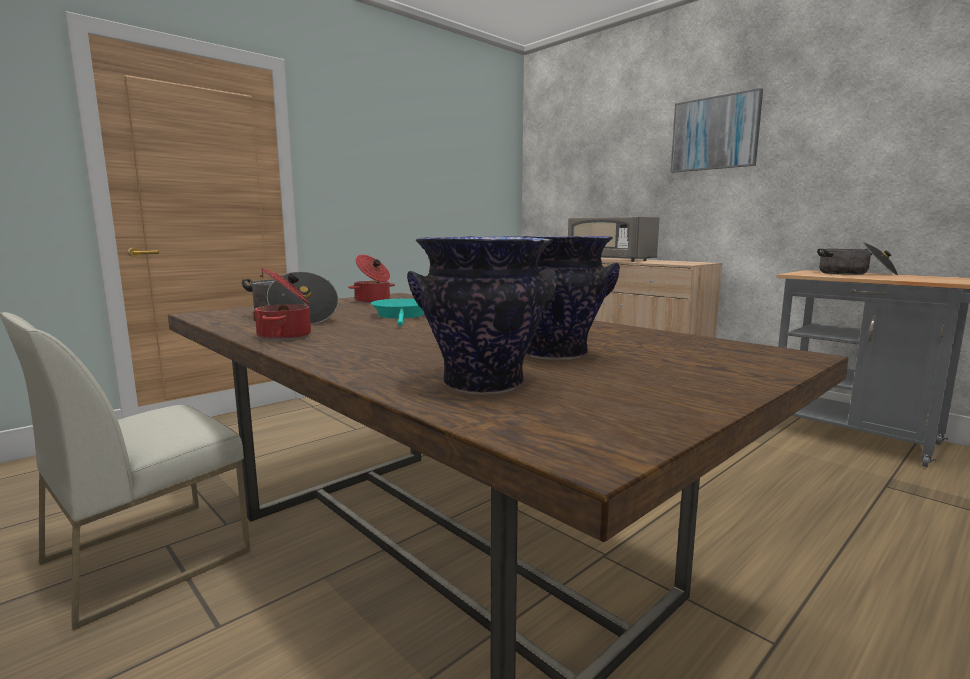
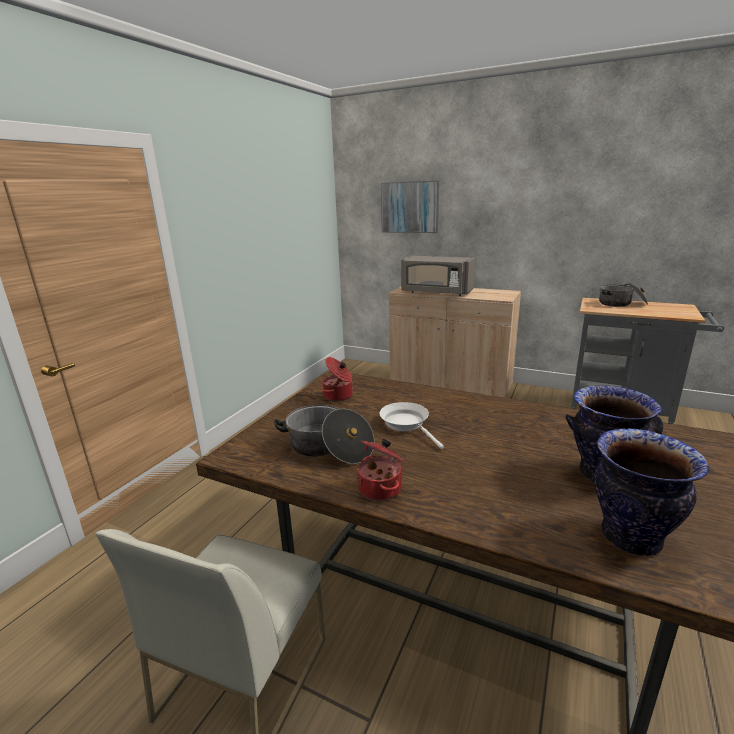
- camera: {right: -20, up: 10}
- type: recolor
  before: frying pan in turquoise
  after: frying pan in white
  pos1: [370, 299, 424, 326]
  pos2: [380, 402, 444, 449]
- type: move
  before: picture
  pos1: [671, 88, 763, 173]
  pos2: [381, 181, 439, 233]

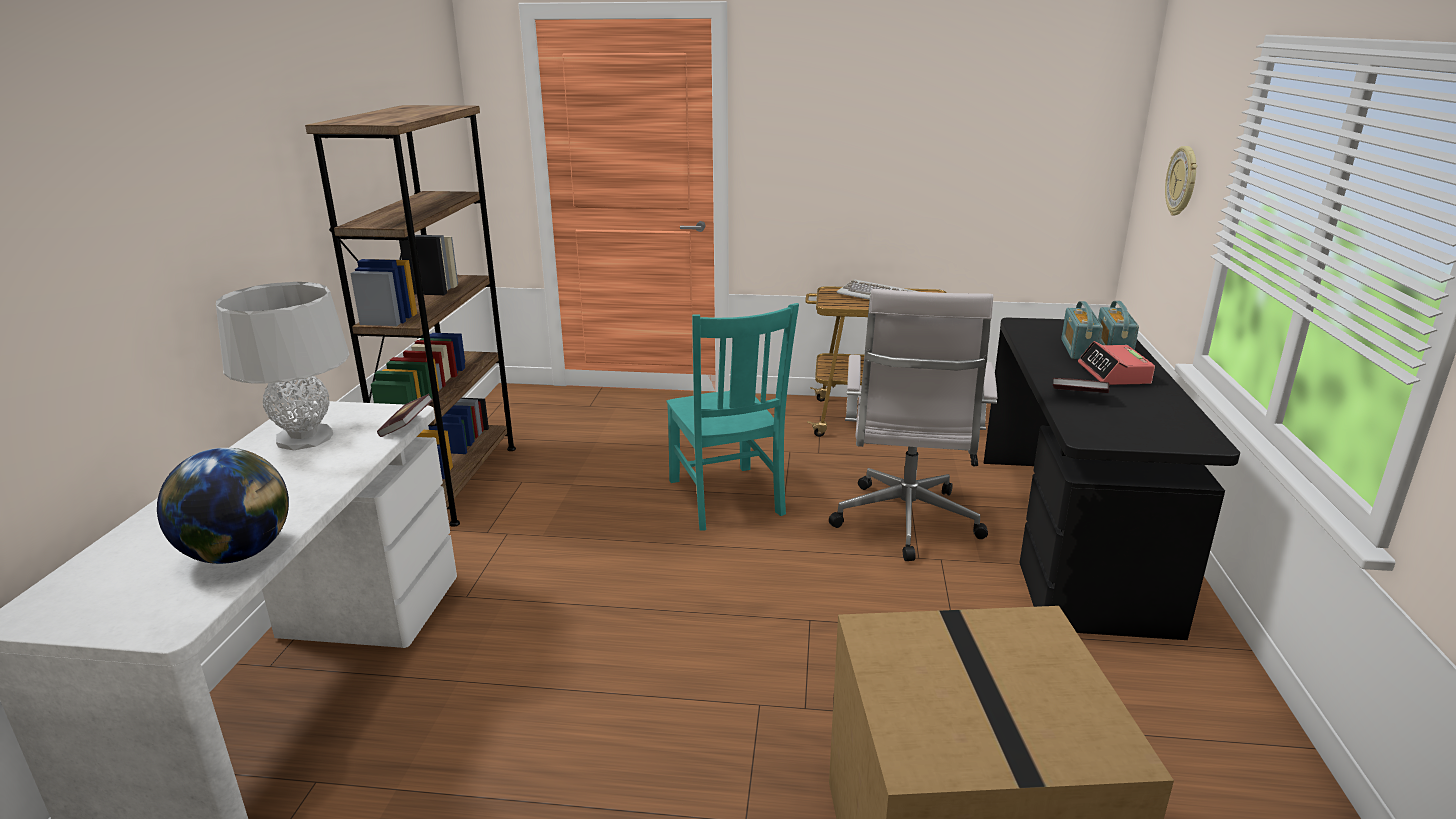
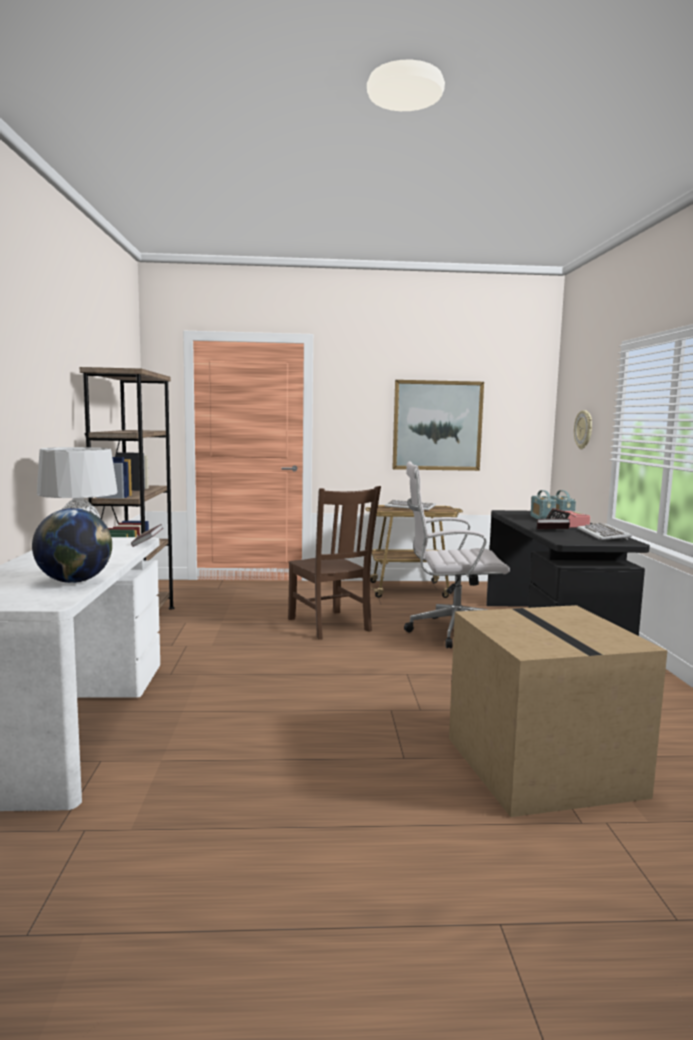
- camera: {right: -10, up: -15}
- type: recolor
  before: chair in turquoise
  after: chair in brown
  pos1: [667, 303, 799, 531]
  pos2: [288, 486, 381, 640]
- type: rotate
  before: office chair in white
  pos1: [829, 289, 997, 561]
  pos2: [404, 461, 510, 648]
  turn: 90
- type: insert
  after: picture
  pos2: [392, 380, 484, 471]
- type: insert
  after: keyboard
  pos2: [577, 523, 632, 540]

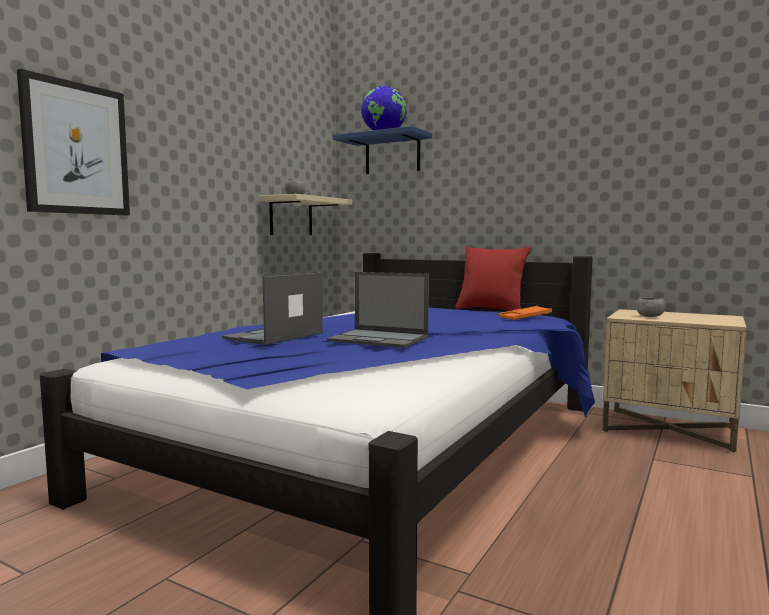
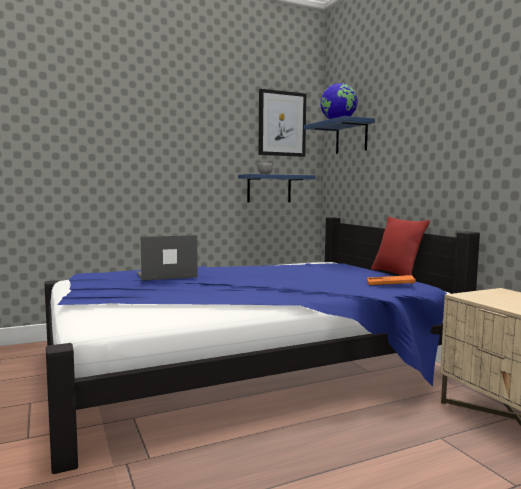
- camera: {right: 35, up: 0}
- type: move
  before: picture
  pos1: [17, 69, 130, 215]
  pos2: [259, 89, 306, 157]
- type: recolor
  before: shelf in beige
  after: shelf in blue
  pos1: [260, 194, 353, 235]
  pos2: [238, 174, 315, 202]
- type: delete
  before: laptop
  pos1: [327, 272, 429, 348]
- type: delete
  before: bowl in grey
  pos1: [636, 297, 666, 317]

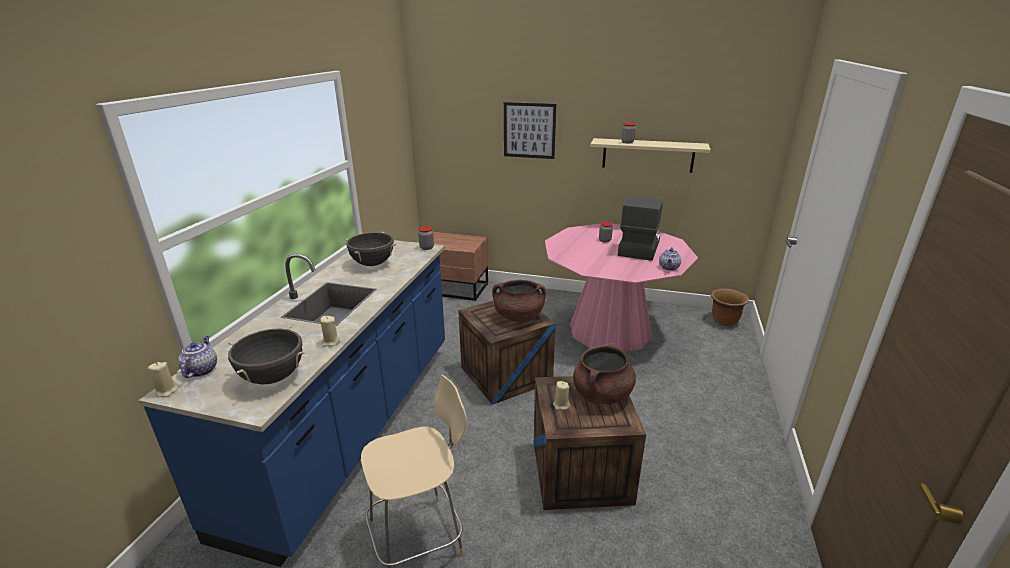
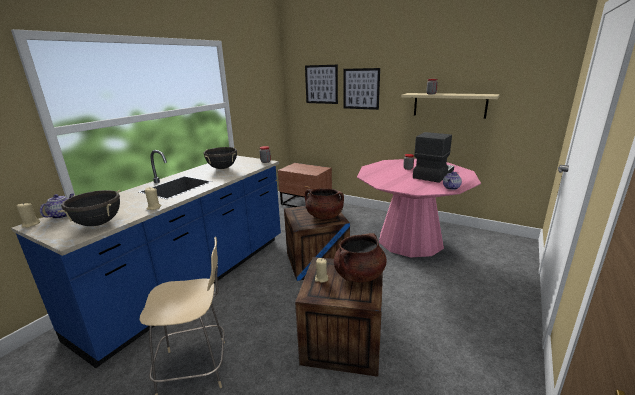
- camera: {right: 15, up: -5}
- type: delete
  before: planter in brown
  pos1: [711, 289, 749, 326]
- type: insert
  after: picture
  pos2: [305, 65, 338, 104]

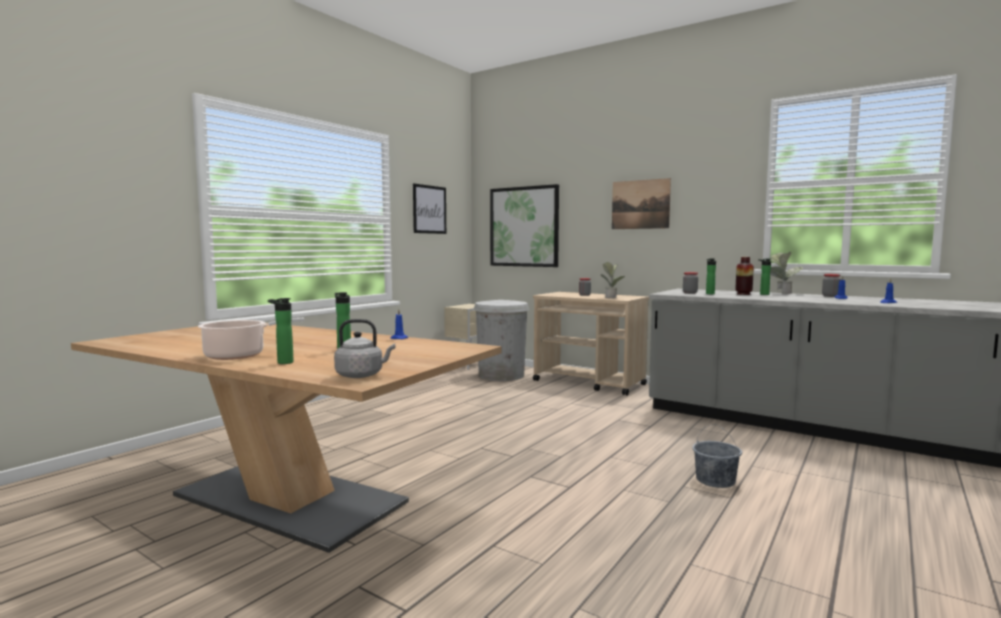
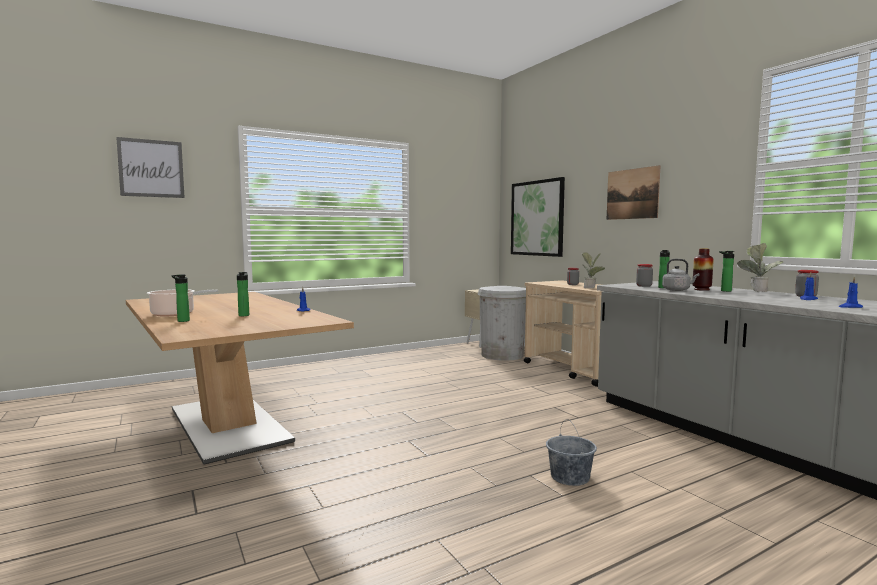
- camera: {right: 25, up: 0}
- type: move
  before: kettle in grey
  pos1: [334, 319, 395, 378]
  pos2: [662, 259, 700, 291]
- type: move
  before: picture
  pos1: [413, 184, 446, 234]
  pos2: [116, 137, 185, 198]

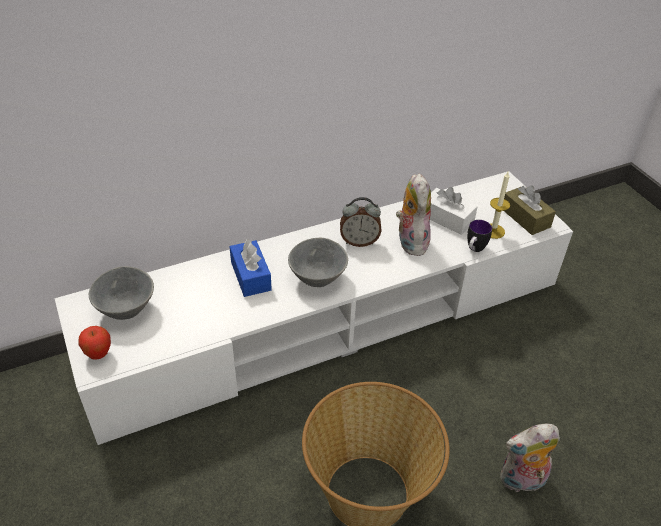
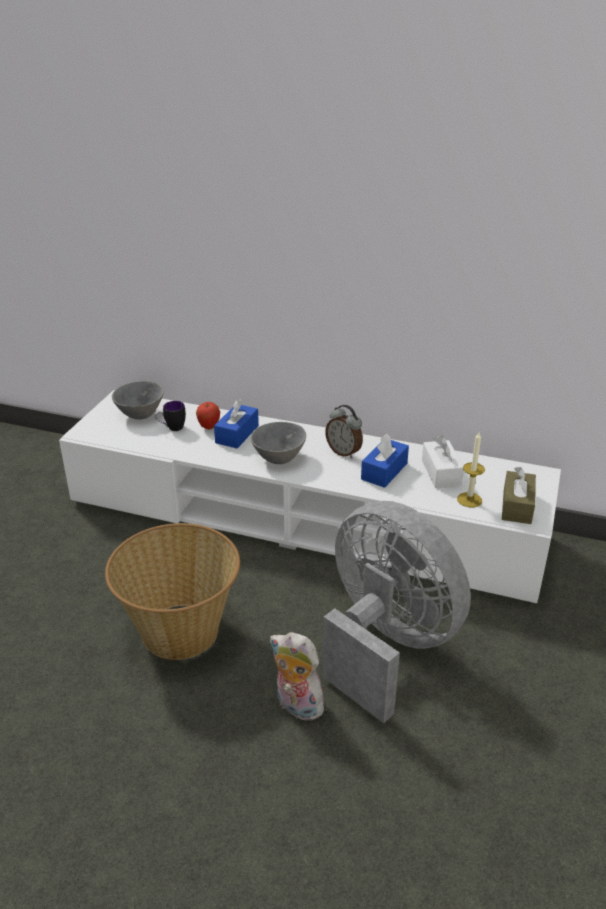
- camera: {right: 45, up: -10}
- type: move
  before: apple
  pos1: [78, 326, 111, 360]
  pos2: [196, 402, 220, 429]
- type: replace
  before: plush toy
  after: tissue box in blue
  pos1: [396, 173, 431, 256]
  pos2: [361, 433, 409, 488]
- type: move
  before: mug
  pos1: [467, 220, 492, 252]
  pos2: [155, 401, 186, 431]
- type: insert
  after: fan in grey
  pos2: [322, 501, 471, 723]

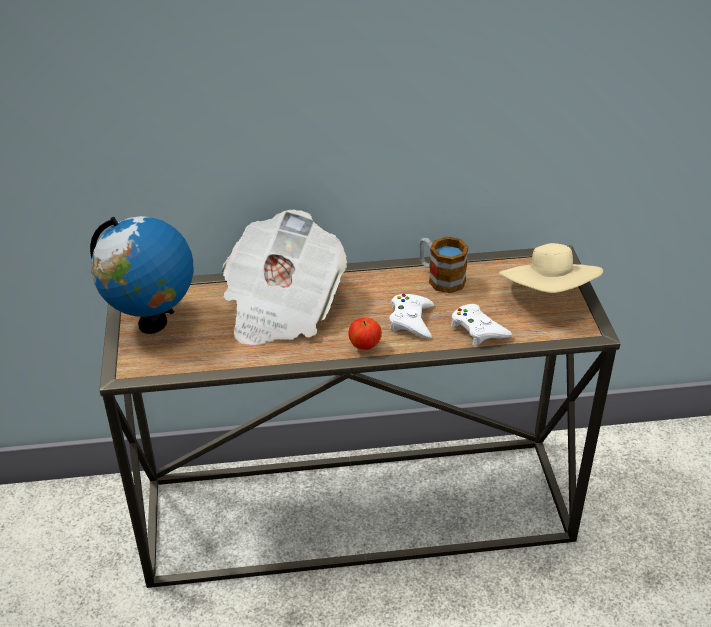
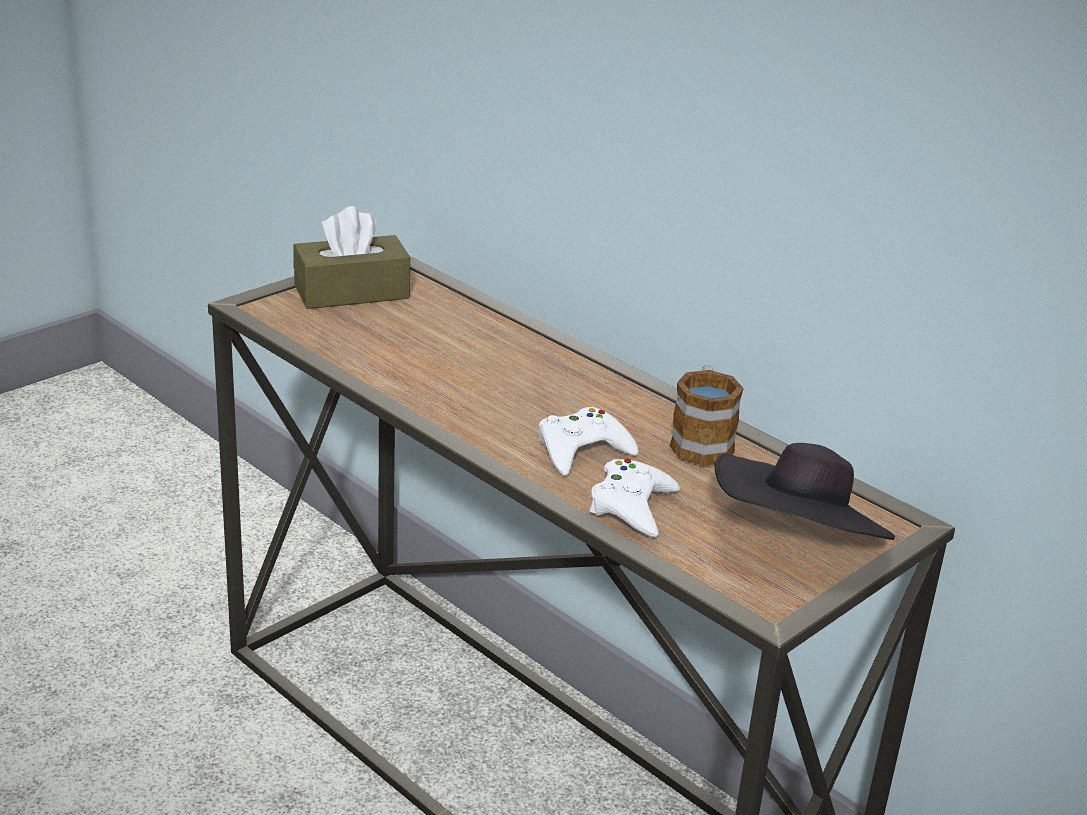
- camera: {right: 50, up: -10}
- type: replace
  before: globe
  after: tissue box in brown
  pos1: [90, 216, 193, 334]
  pos2: [294, 206, 410, 309]
- type: delete
  before: newspaper
  pos1: [222, 210, 347, 345]
- type: delete
  before: apple
  pos1: [348, 318, 382, 350]
- type: recolor
  before: hat in beige
  after: hat in black
  pos1: [499, 243, 603, 293]
  pos2: [715, 443, 895, 540]

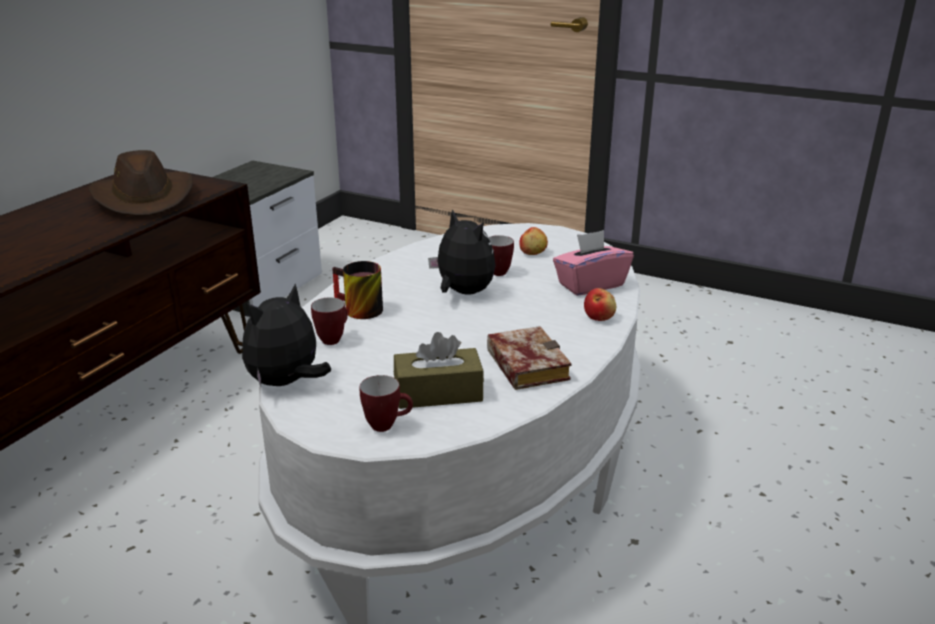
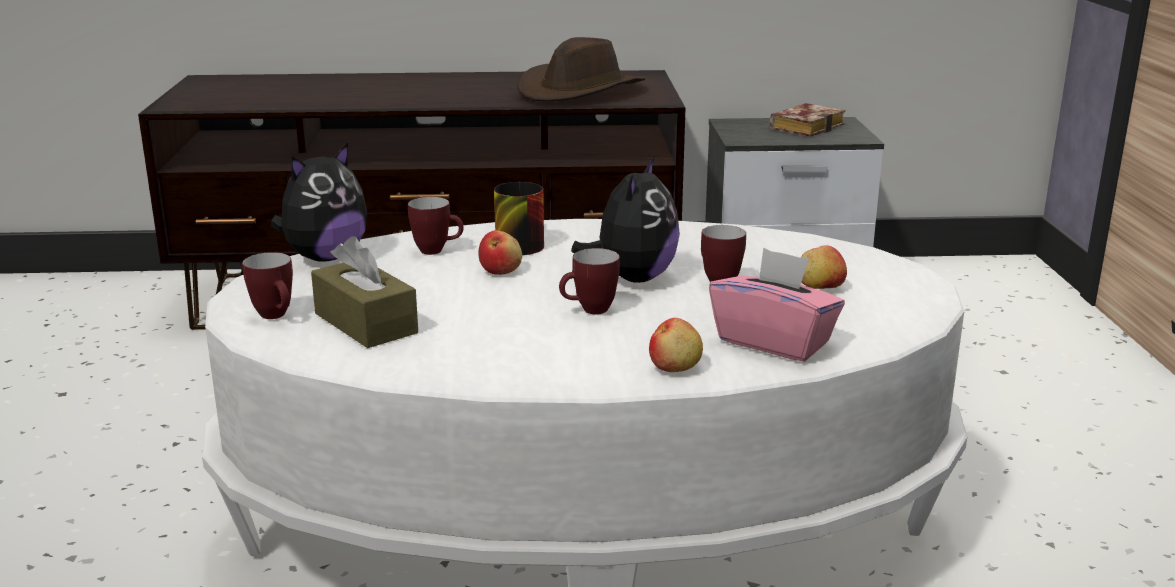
- camera: {right: 60, up: -5}
- type: rotate
  before: plush toy
  pos1: [242, 283, 331, 387]
  pos2: [271, 143, 367, 262]
  turn: 120
- type: move
  before: book
  pos1: [487, 326, 572, 390]
  pos2: [770, 103, 845, 137]
- type: insert
  after: apple
  pos2: [478, 230, 522, 275]
- type: insert
  after: mug
  pos2: [559, 248, 620, 314]

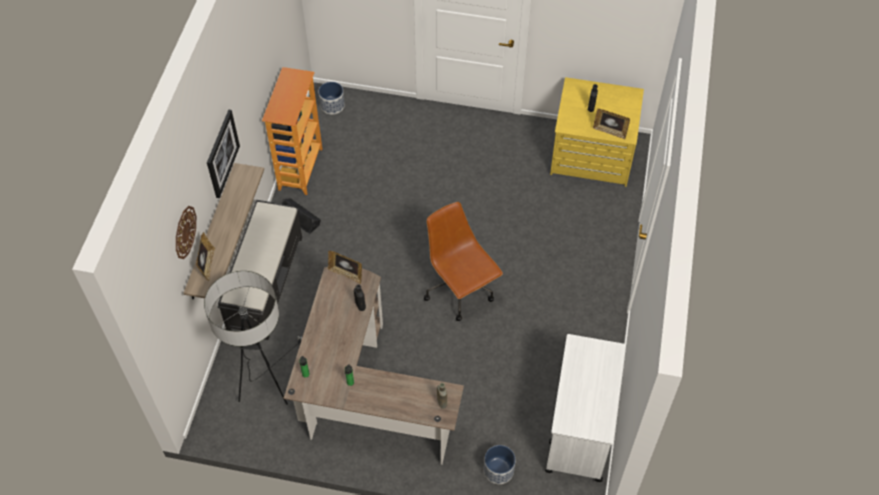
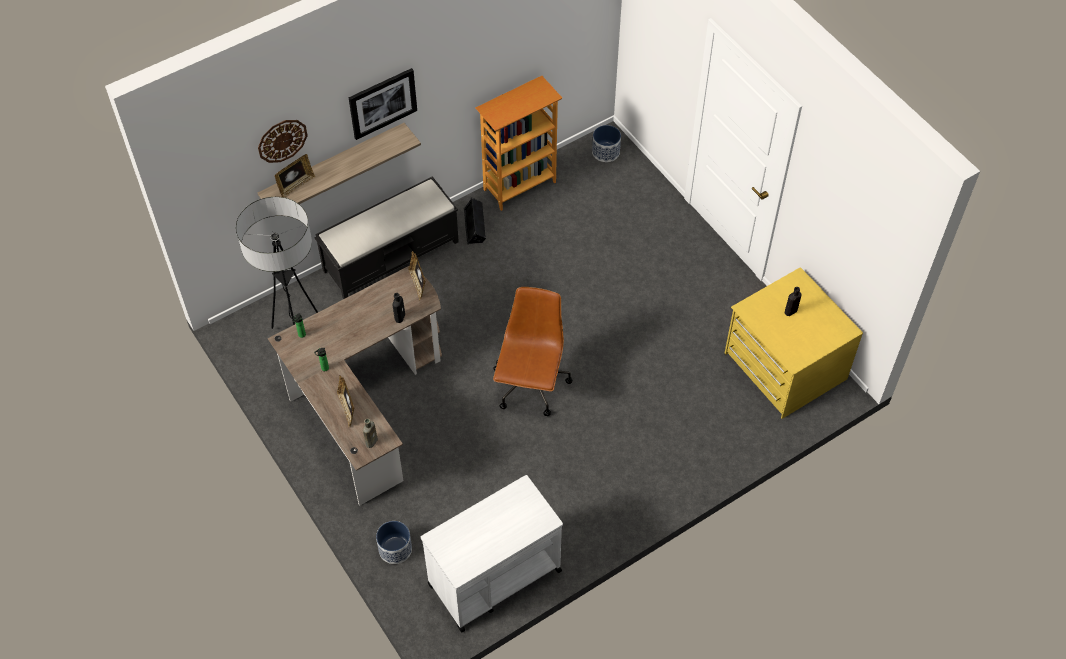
- camera: {right: 45, up: 0}
- type: move
  before: picture frame
  pos1: [593, 109, 630, 140]
  pos2: [337, 375, 354, 428]

